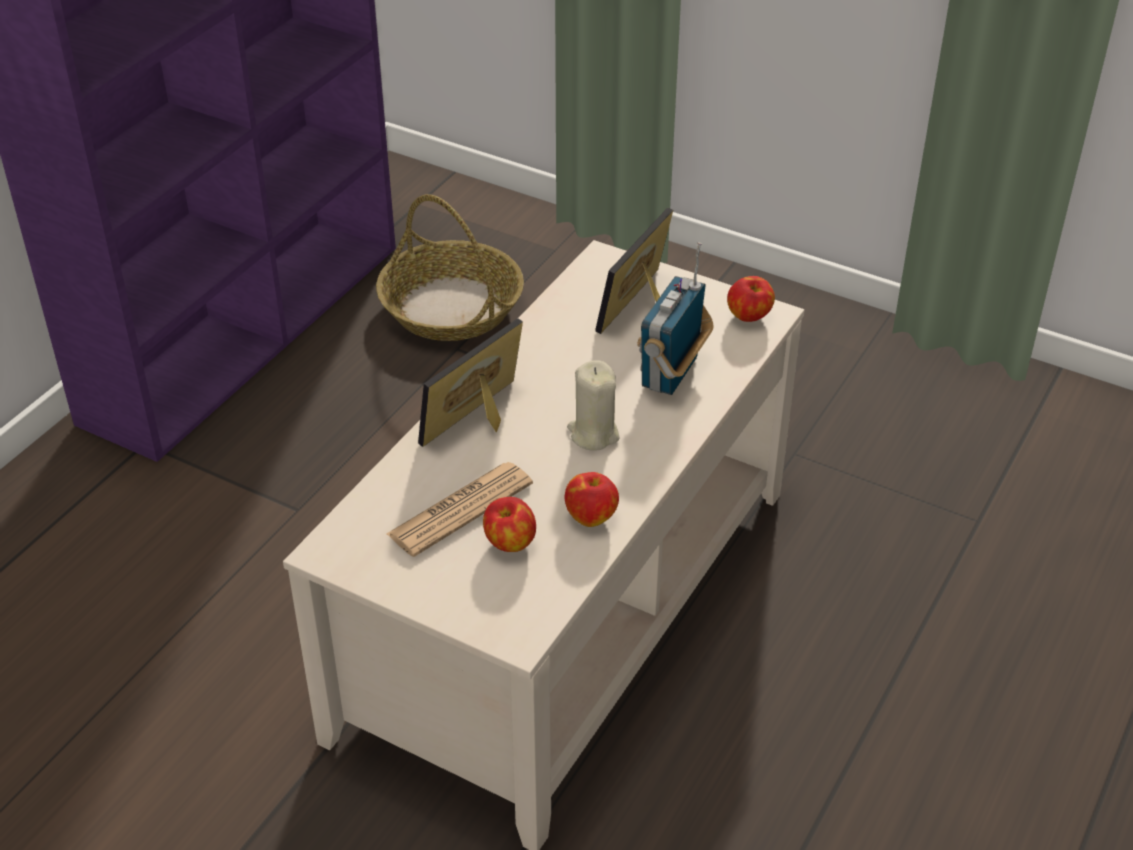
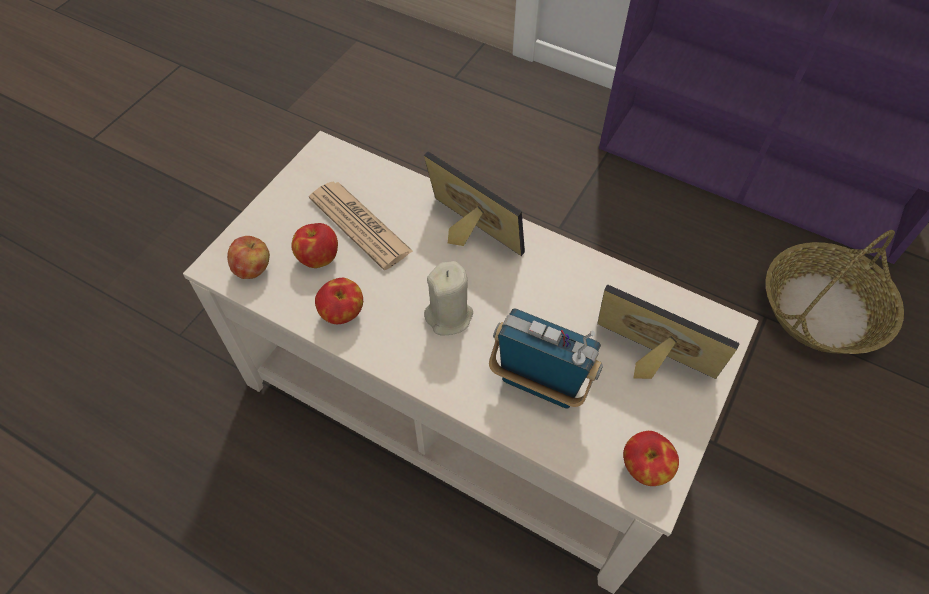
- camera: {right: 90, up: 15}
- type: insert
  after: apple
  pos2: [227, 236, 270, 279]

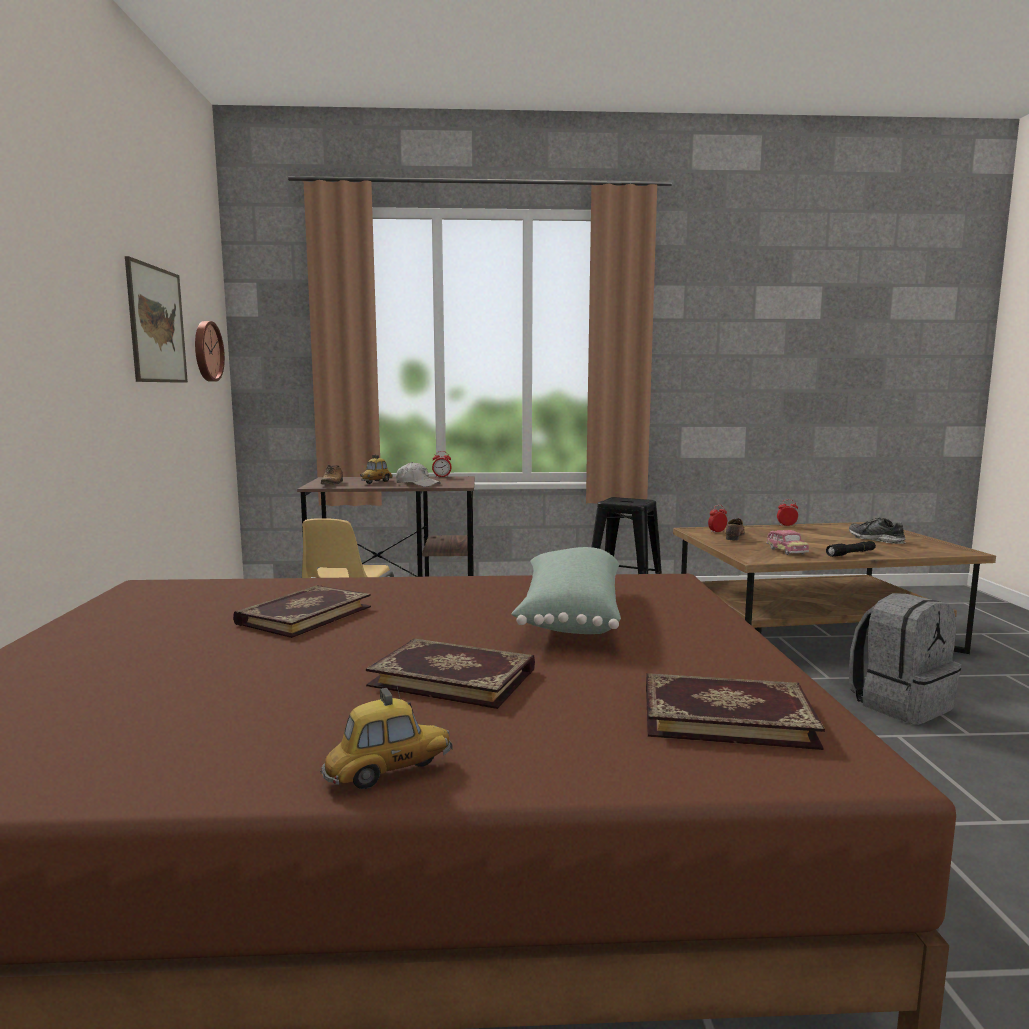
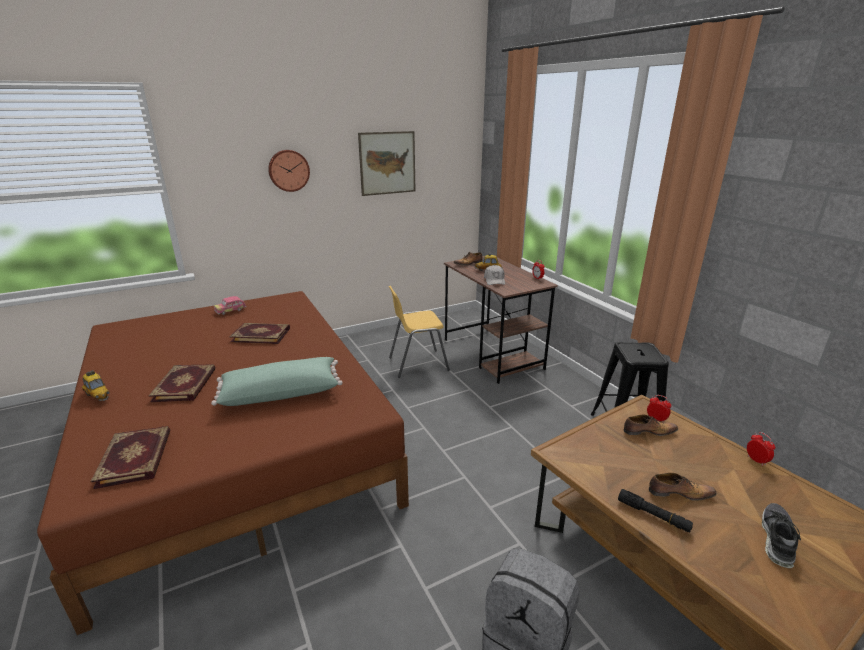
- camera: {right: 65, up: 15}
- type: move
  before: wall clock
  pos1: [195, 321, 225, 381]
  pos2: [268, 150, 310, 192]
- type: move
  before: toy car
  pos1: [766, 530, 809, 555]
  pos2: [214, 296, 247, 315]
- type: insert
  after: shoe
  pos2: [649, 473, 717, 501]

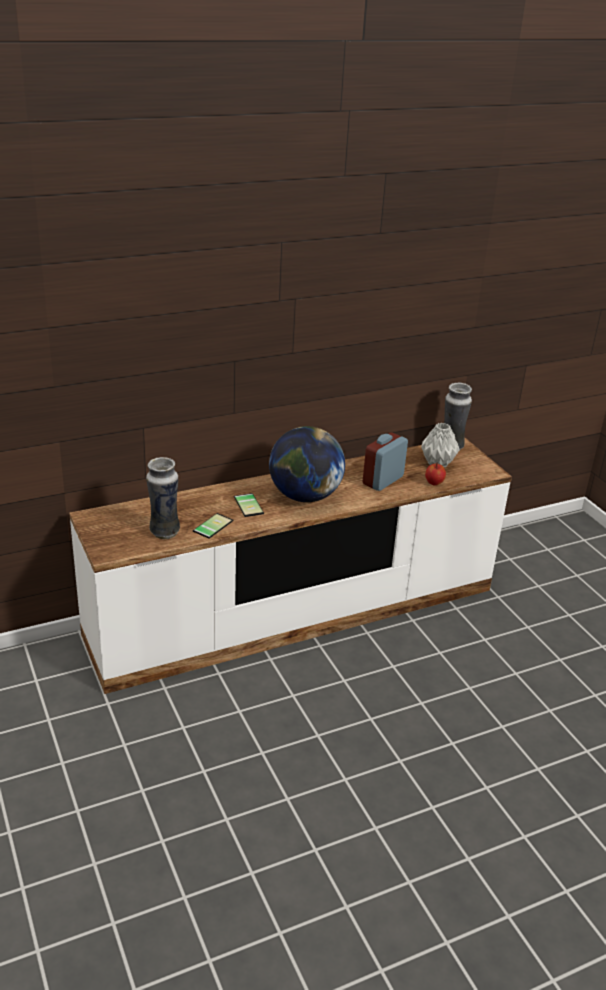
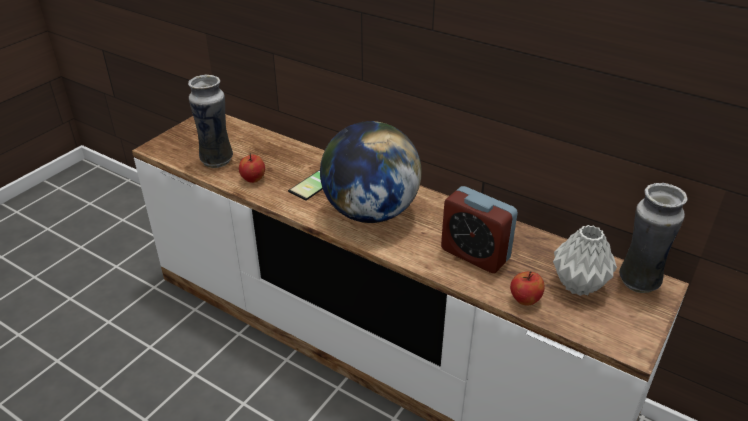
- camera: {right: 60, up: 5}
- type: replace
  before: phone
  after: apple
  pos1: [193, 513, 233, 539]
  pos2: [239, 153, 265, 183]
- type: rotate
  before: alarm clock
  pos1: [363, 432, 408, 491]
  pos2: [441, 186, 518, 273]
  turn: -150

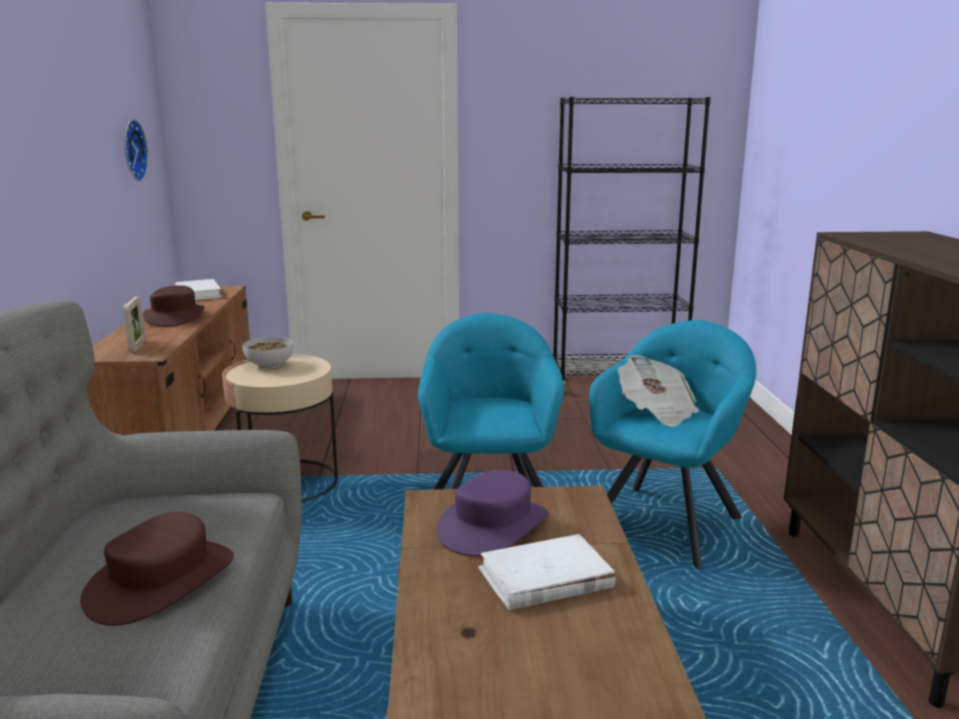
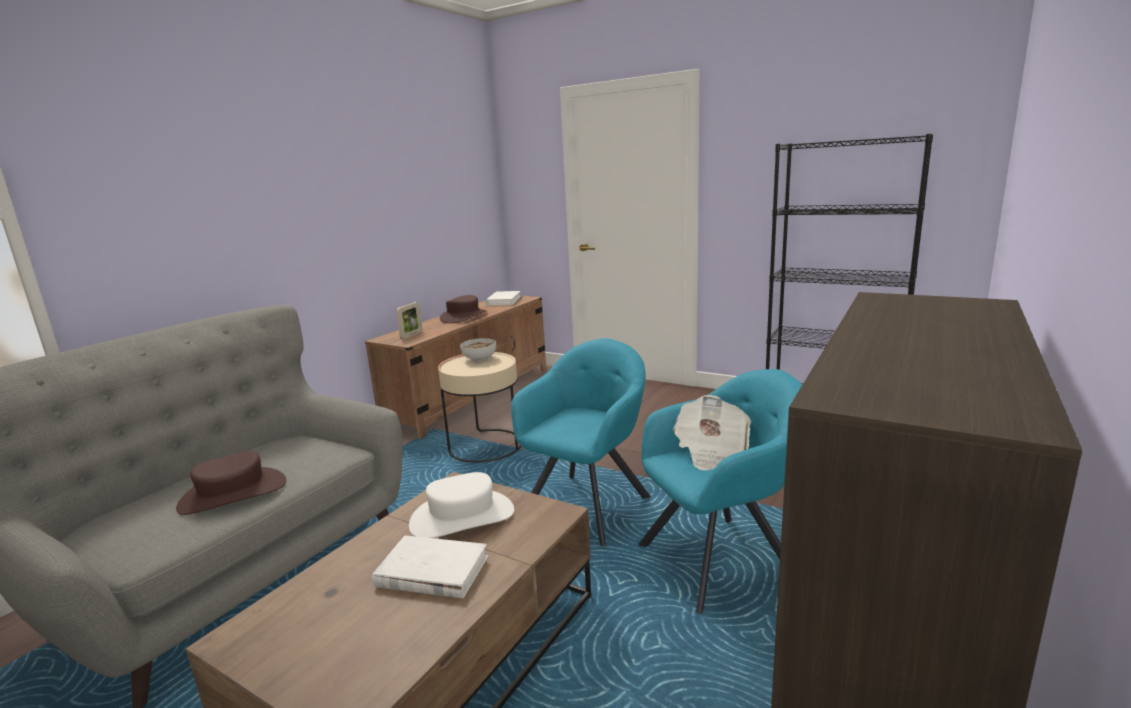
- camera: {right: 35, up: 0}
- type: delete
  before: wall clock
  pos1: [124, 119, 149, 181]
- type: recolor
  before: hat in purple
  after: hat in white
  pos1: [437, 470, 549, 556]
  pos2: [409, 472, 514, 538]

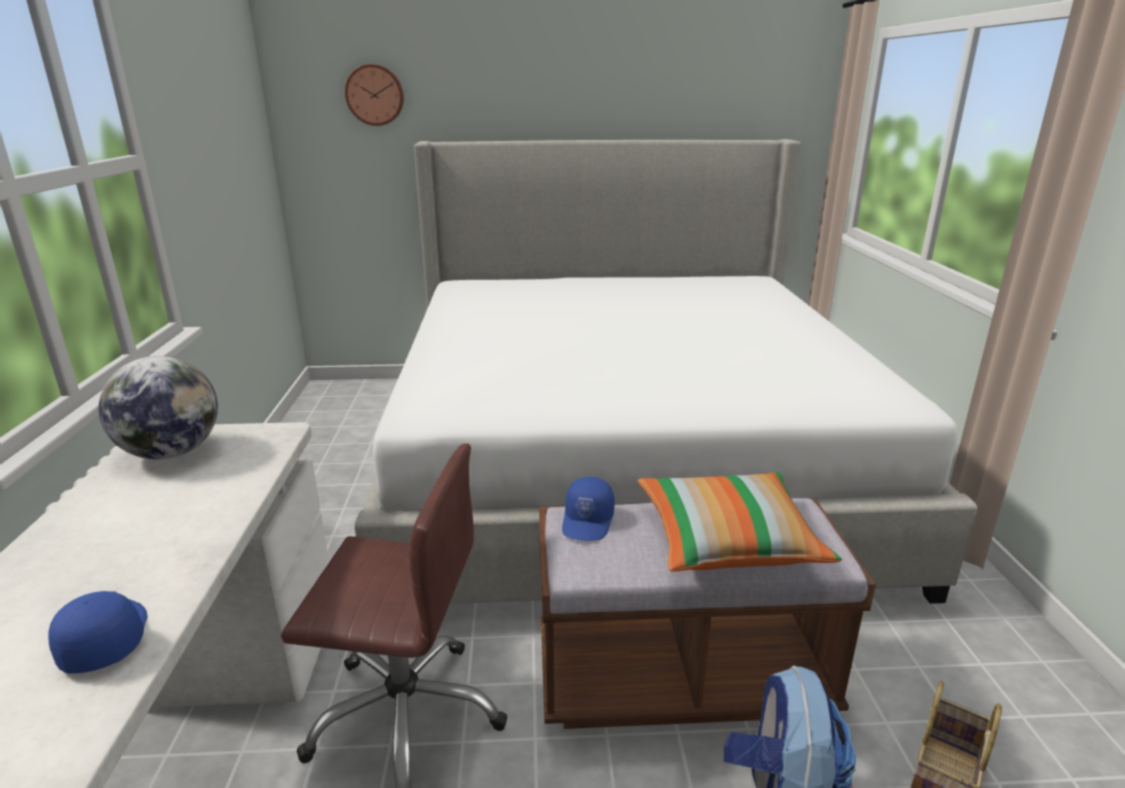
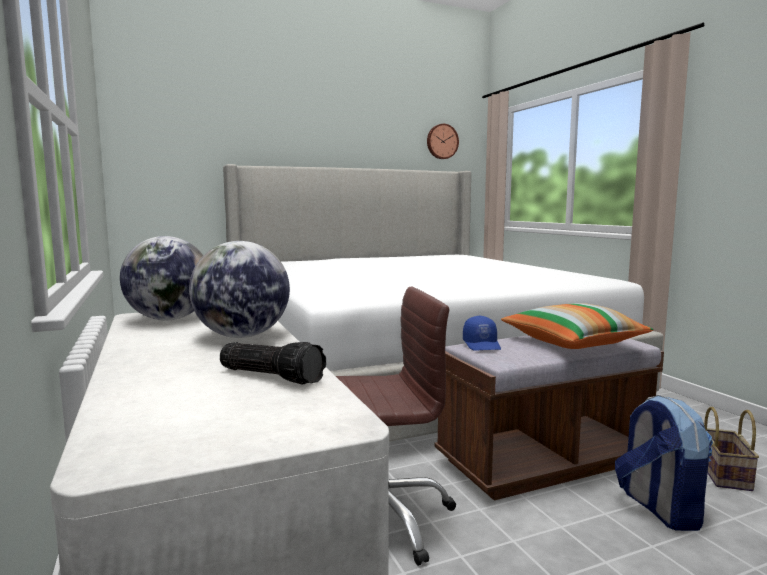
- camera: {right: -20, up: -15}
- type: replace
  before: cap in blue
  after: flashlight
  pos1: [48, 591, 147, 674]
  pos2: [220, 342, 326, 385]
- type: move
  before: wall clock
  pos1: [345, 64, 404, 126]
  pos2: [427, 124, 459, 159]
- type: insert
  after: globe
  pos2: [189, 241, 290, 338]

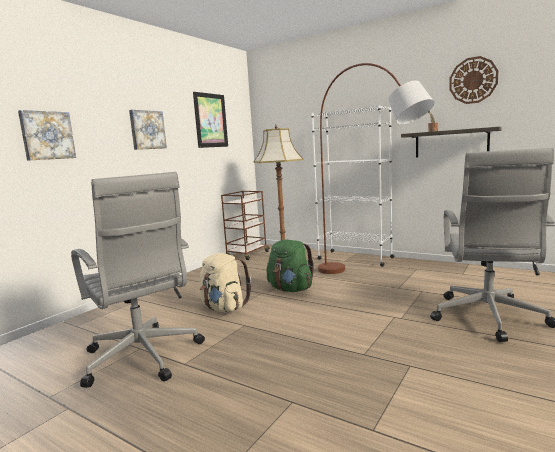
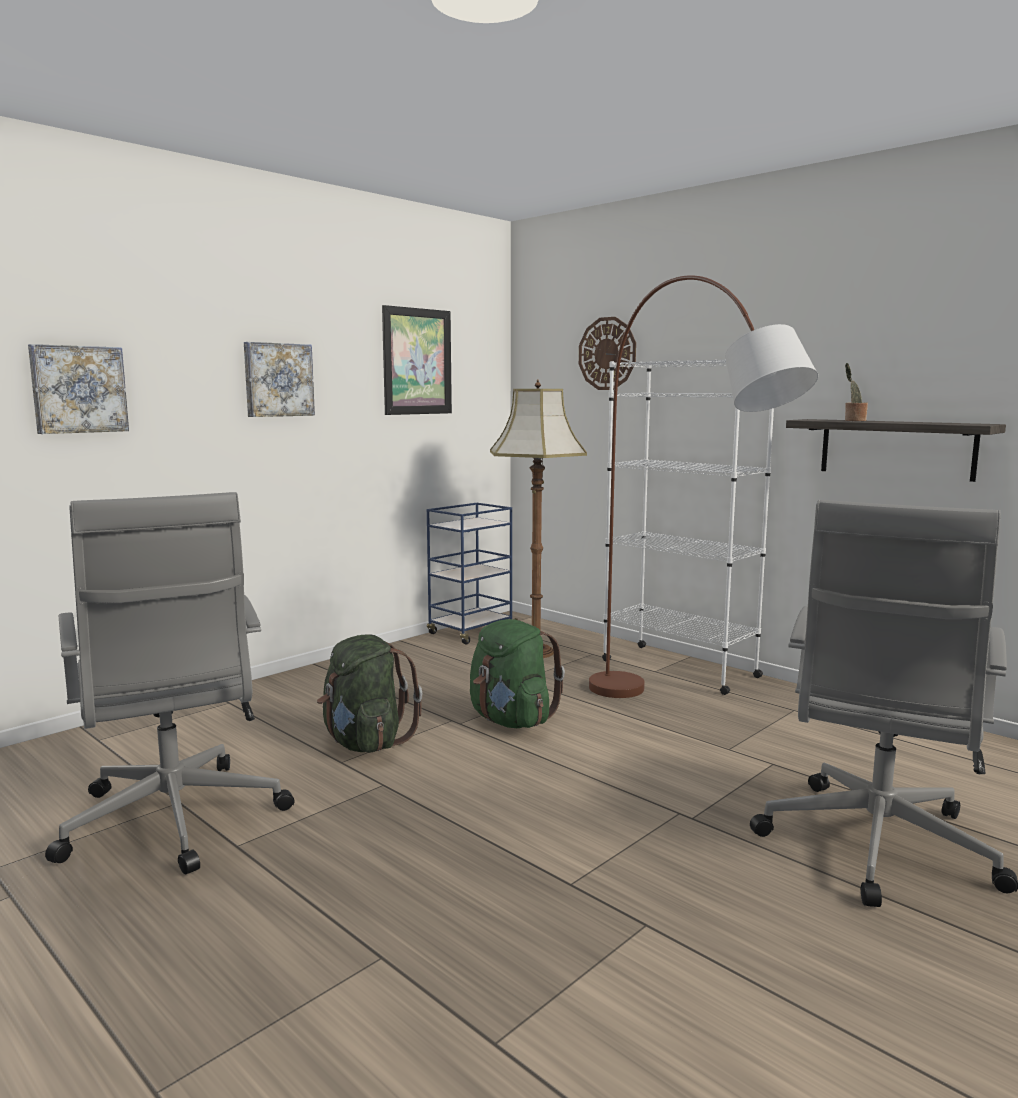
- camera: {right: 10, up: 0}
- type: recolor
  before: backpack in beige
  after: backpack in green
  pos1: [199, 253, 251, 312]
  pos2: [317, 634, 422, 753]
- type: recolor
  before: cart in brown
  after: cart in blue
  pos1: [221, 191, 270, 260]
  pos2: [427, 503, 518, 645]
- type: move
  before: wall clock
  pos1: [449, 56, 498, 104]
  pos2: [579, 317, 636, 390]

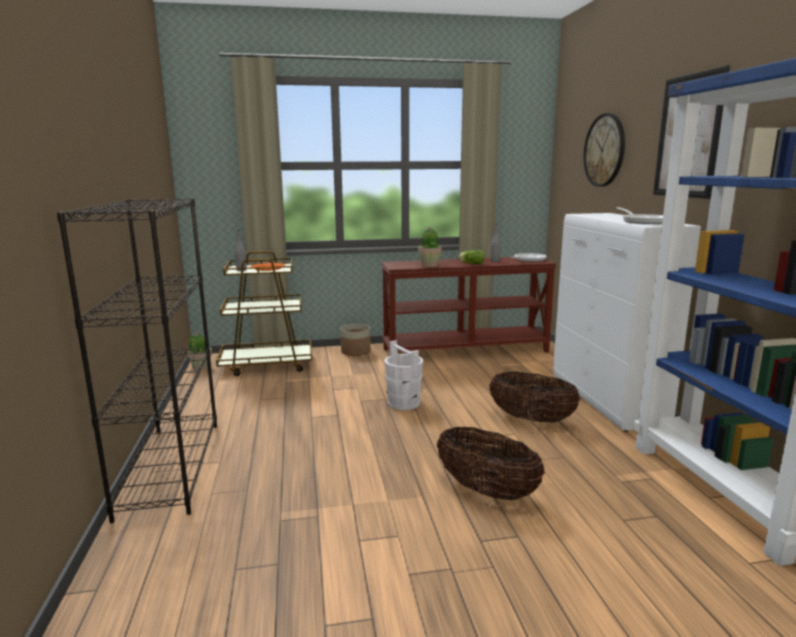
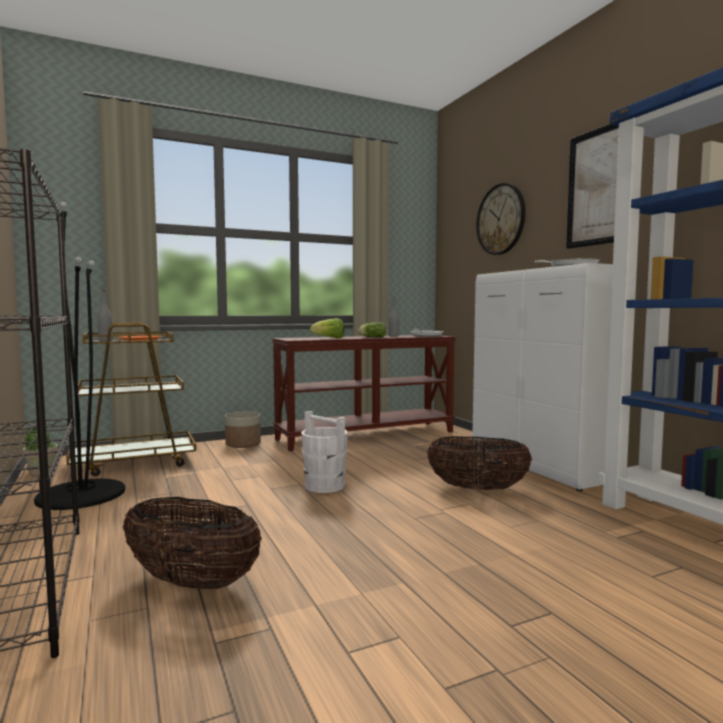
- camera: {right: -15, up: -10}
- type: replace
  before: potted plant
  after: lettuce
  pos1: [418, 227, 442, 267]
  pos2: [310, 318, 344, 339]
- type: move
  before: basket
  pos1: [436, 427, 545, 500]
  pos2: [123, 497, 262, 589]
- type: insert
  after: floor lamp in black
  pos2: [34, 202, 125, 510]

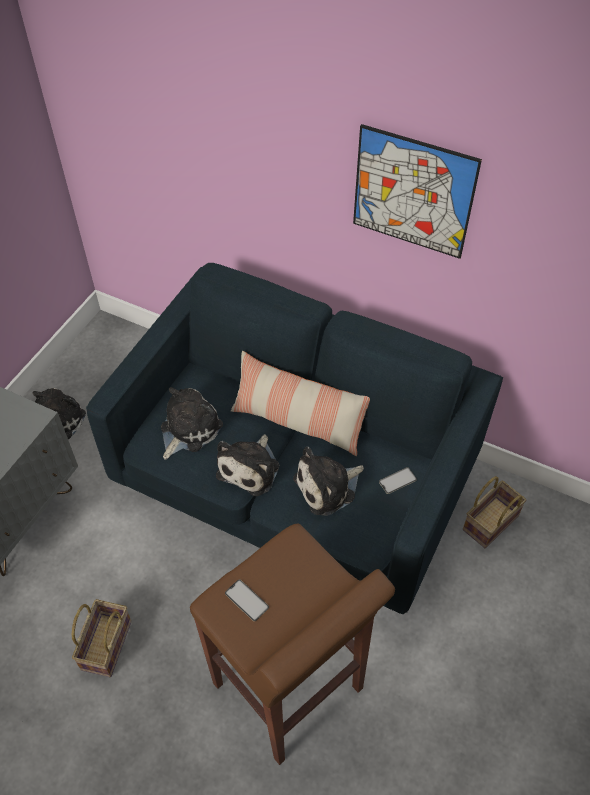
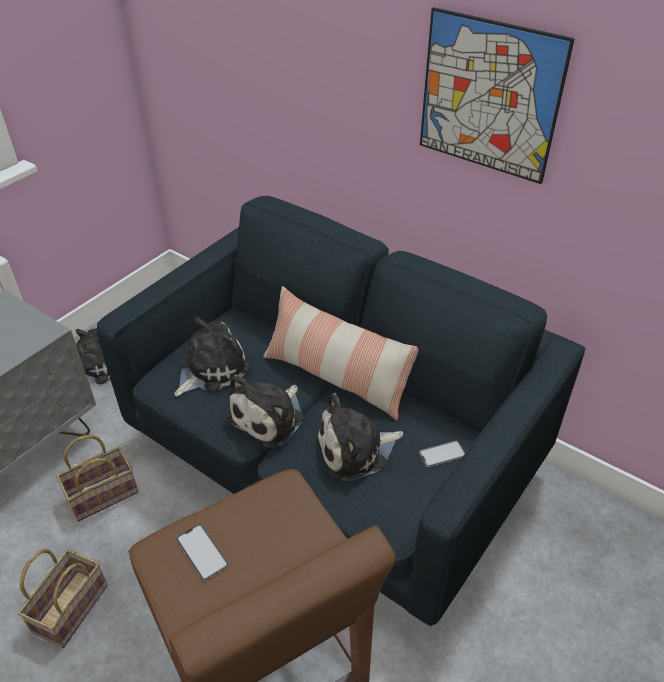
- camera: {right: 10, up: -10}
- type: move
  before: basket
  pos1: [463, 476, 527, 548]
  pos2: [56, 435, 139, 522]

